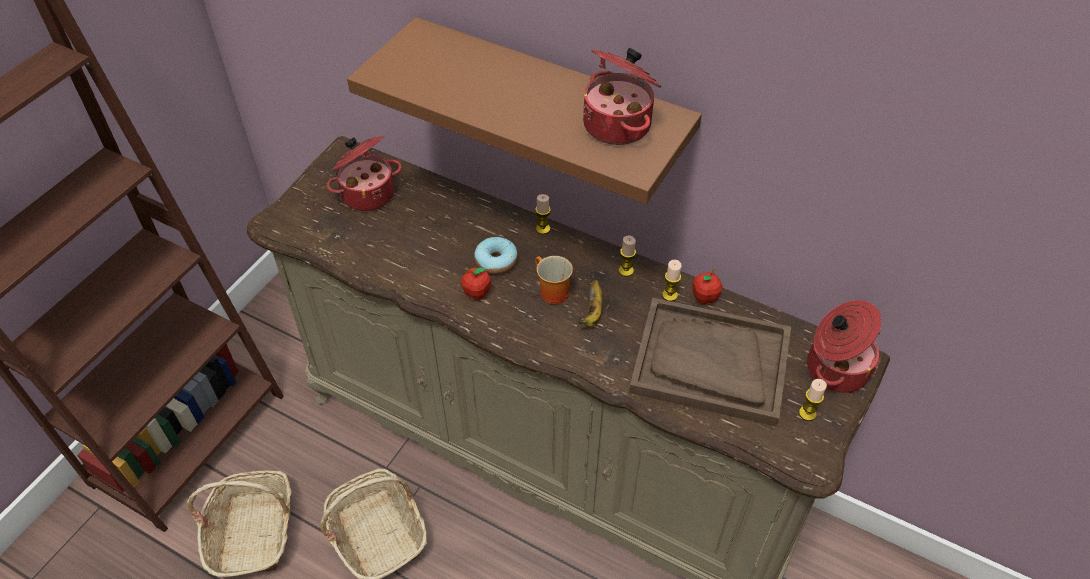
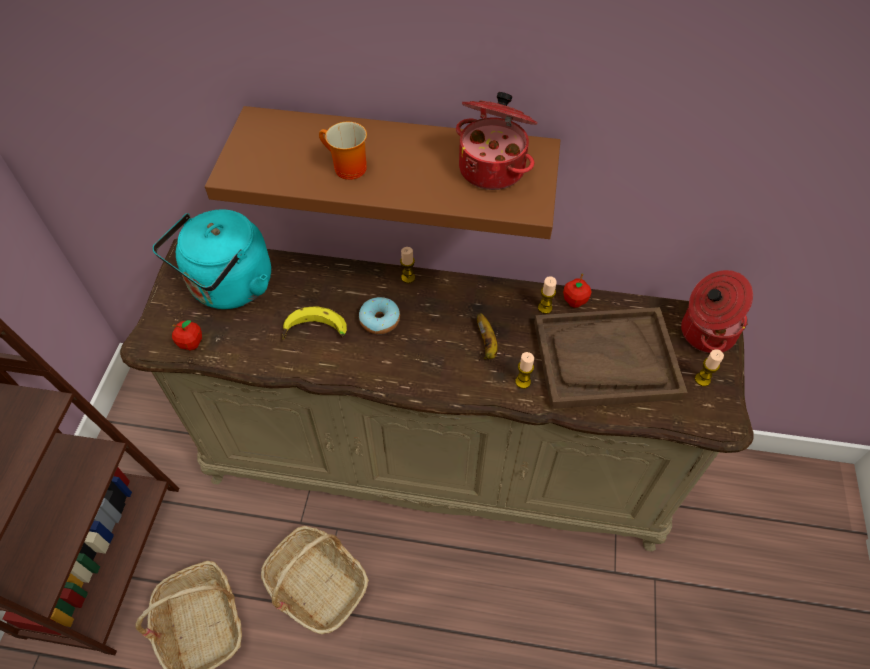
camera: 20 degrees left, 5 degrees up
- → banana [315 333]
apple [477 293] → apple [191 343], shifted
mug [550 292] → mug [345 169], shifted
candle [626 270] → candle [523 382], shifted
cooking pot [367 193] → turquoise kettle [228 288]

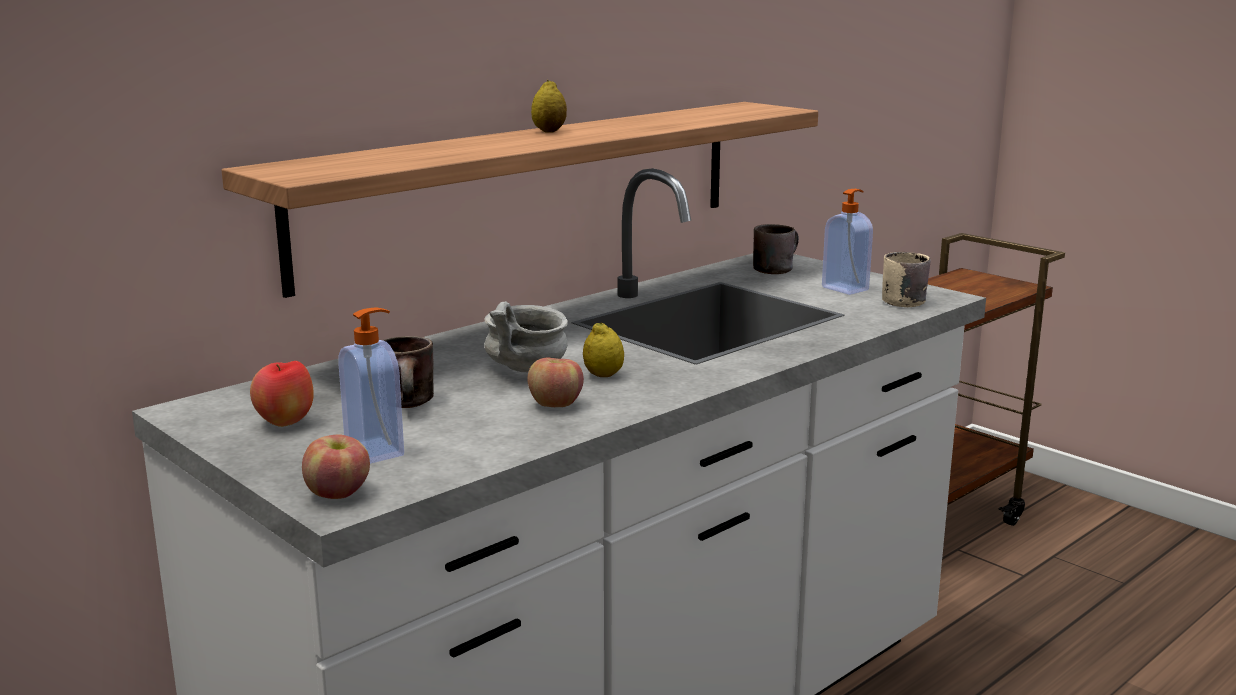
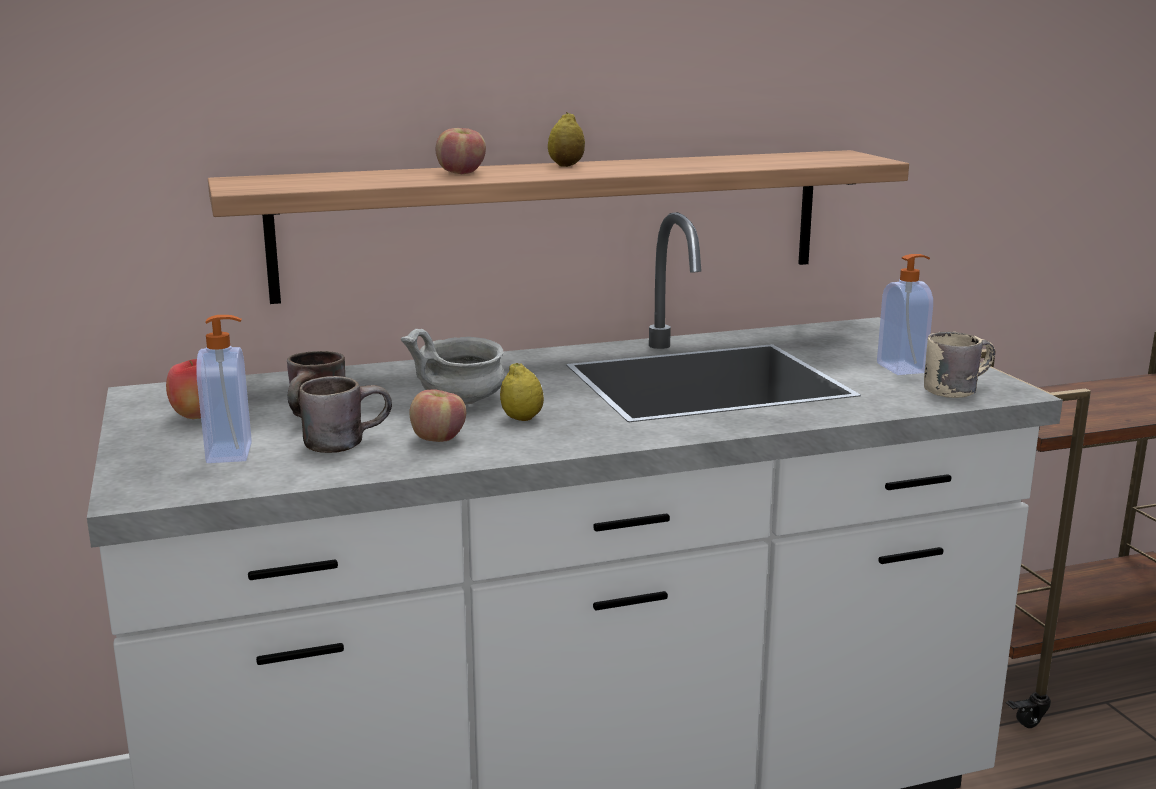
camera: 25 degrees right, 0 degrees up
apple [338 493] → apple [461 173], shifted
brown mug [774 268] → brown mug [344 440], shifted

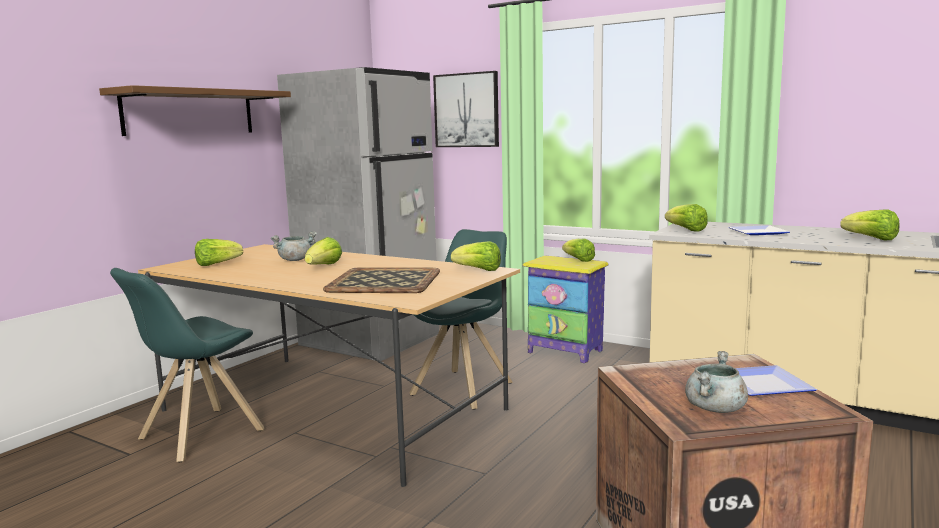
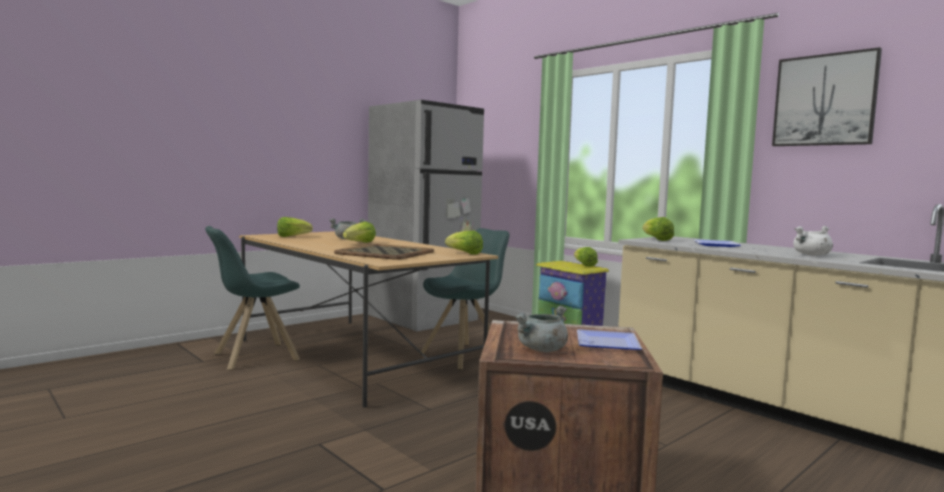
camera: 15 degrees right, 5 degrees down
brown shelf [190 112] → -
picture [467 110] → picture [824 100], shifted
lettuce [871 239] → white cooking pot [811 255]

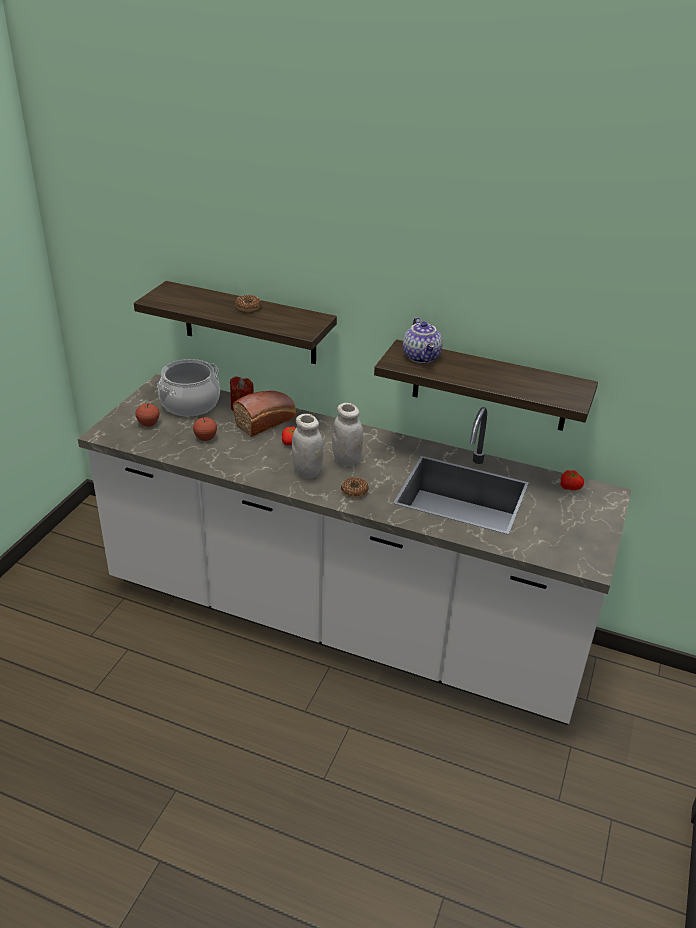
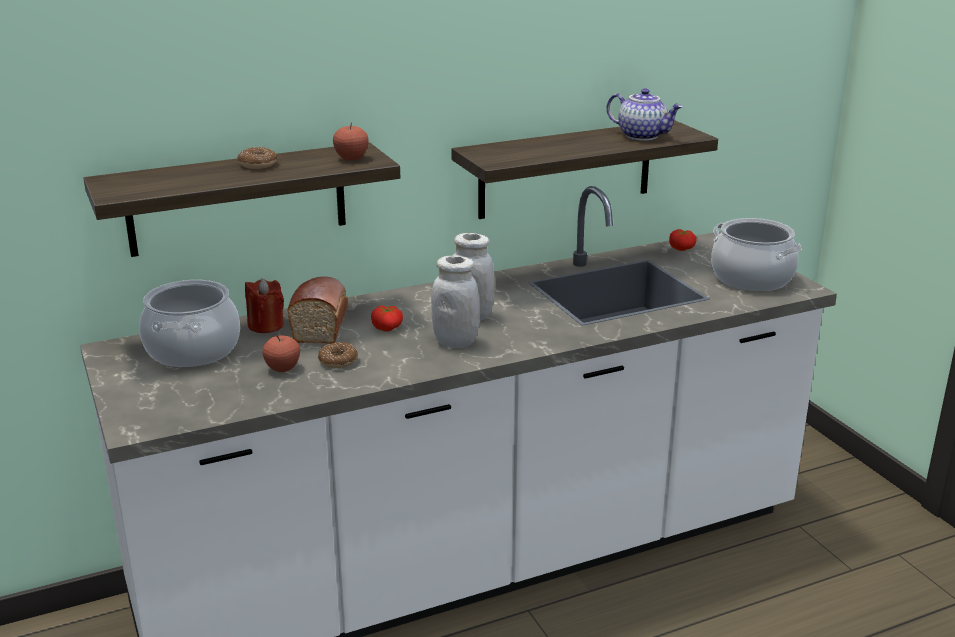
camera: 45 degrees left, 10 degrees down
- → cooking pot [752 278]
apple [148 424] → apple [351 158], shifted
donut [354 491] → donut [338 361], shifted
teapot [422 357] → teapot [643 136], shifted

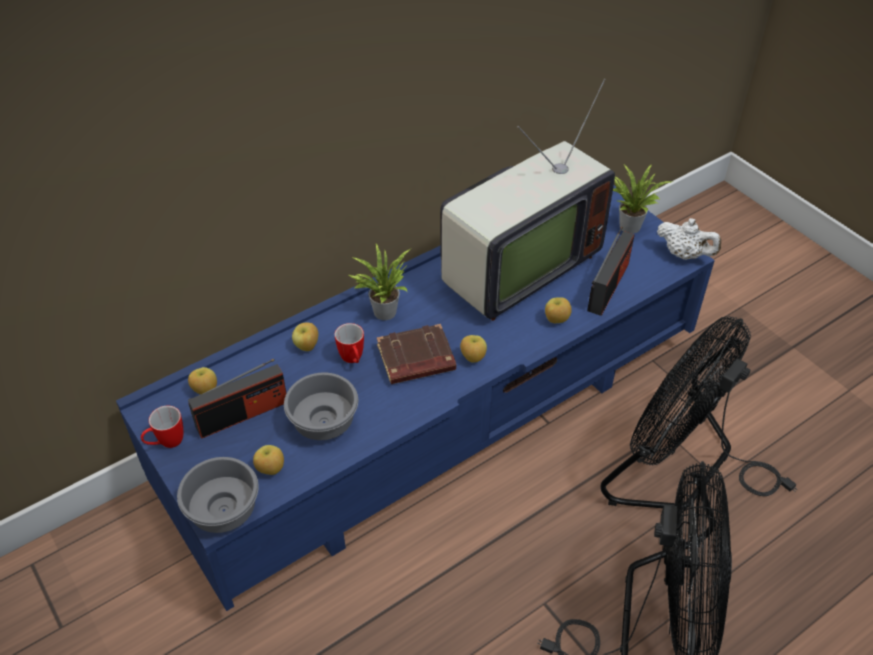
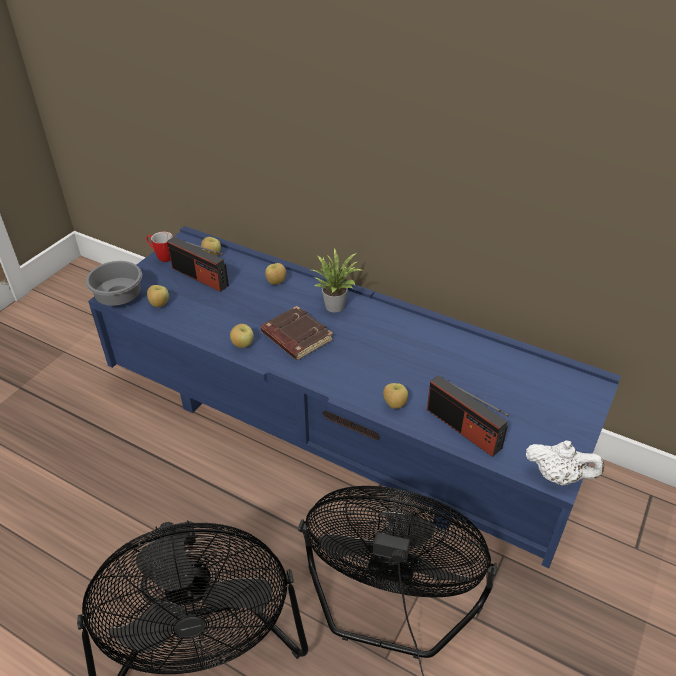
camera: 65 degrees right, 5 degrees down
grey bowl [325 420] → -
mug [353 360] → -
television [515 269] → -
potted plant [629 225] → -
apple [472 358] → apple [243 344], shifted
radio [608 287] → radio [463 428], 45 degrees clockwise
white teapot [684 255] → white teapot [558 476], 75 degrees counterclockwise

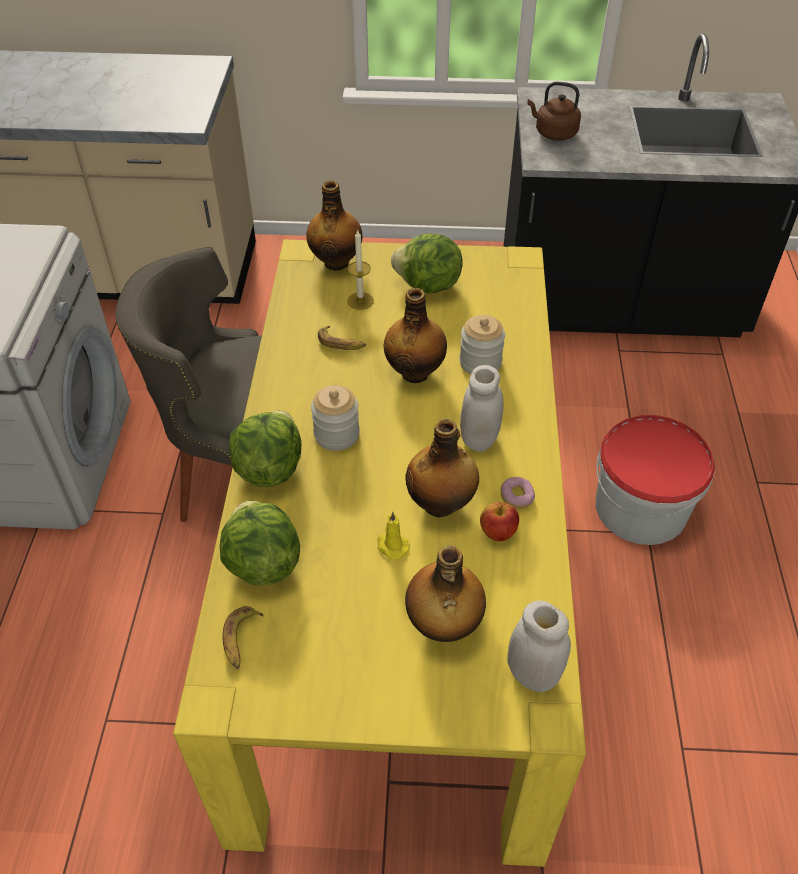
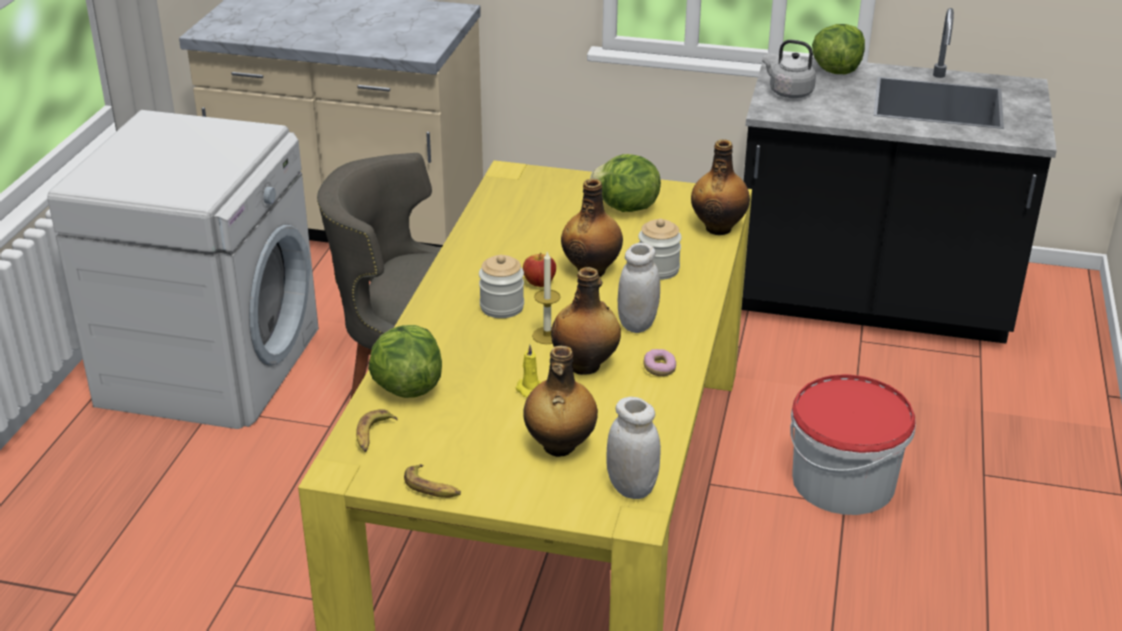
camera: 10 degrees right, 15 degrees down
lettuce [269 468] → lettuce [836 70], shifted
bottle [336 261] → bottle [718 227], shifted
banana [341 343] → banana [432 487], shifted
candle [360 301] → candle [547 335], shifted
apple [498 532] → apple [539 283], shifted
brown kettle [553 133] → grey kettle [788 92]

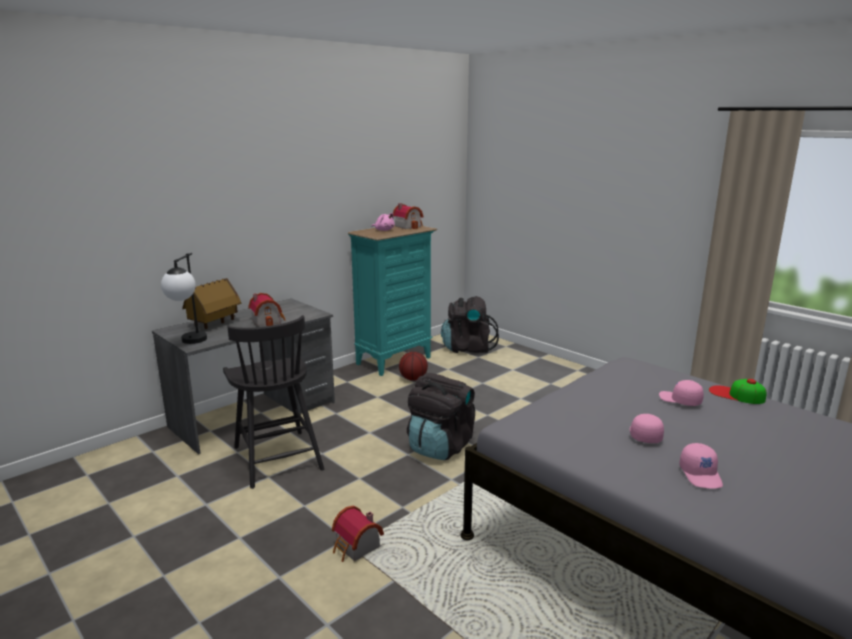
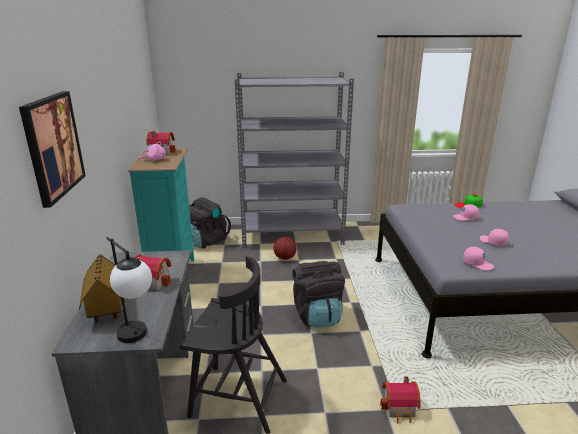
camera: 50 degrees left, 5 degrees up
- → picture [53 146]
- → grey bookcase [292 235]
basketball [413 379] → basketball [285 258], shifted
pink cap [701 475] → pink cap [478 263], shifted

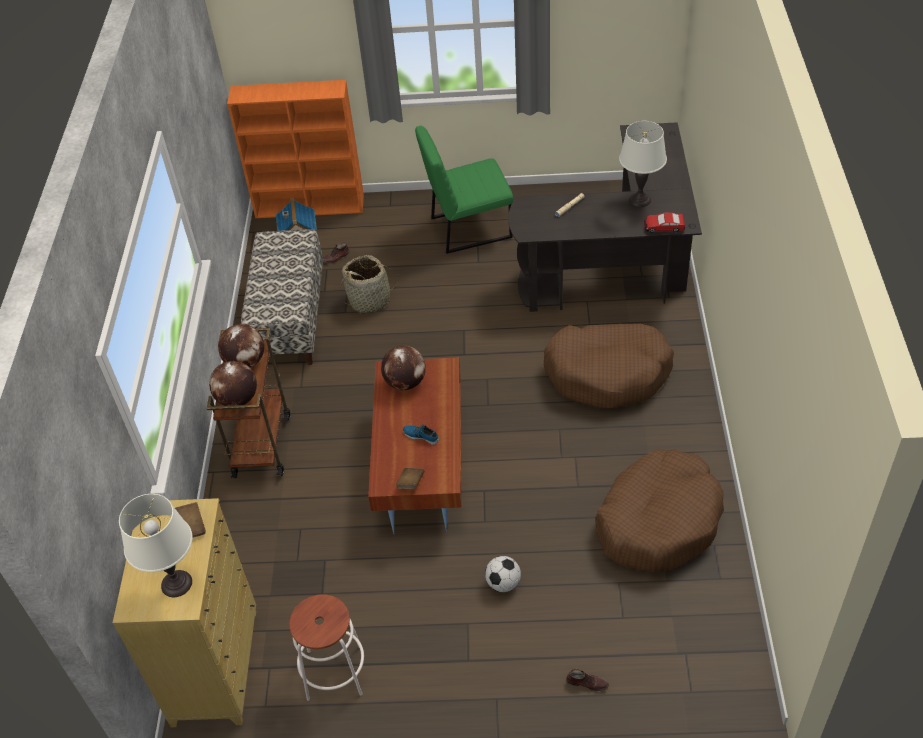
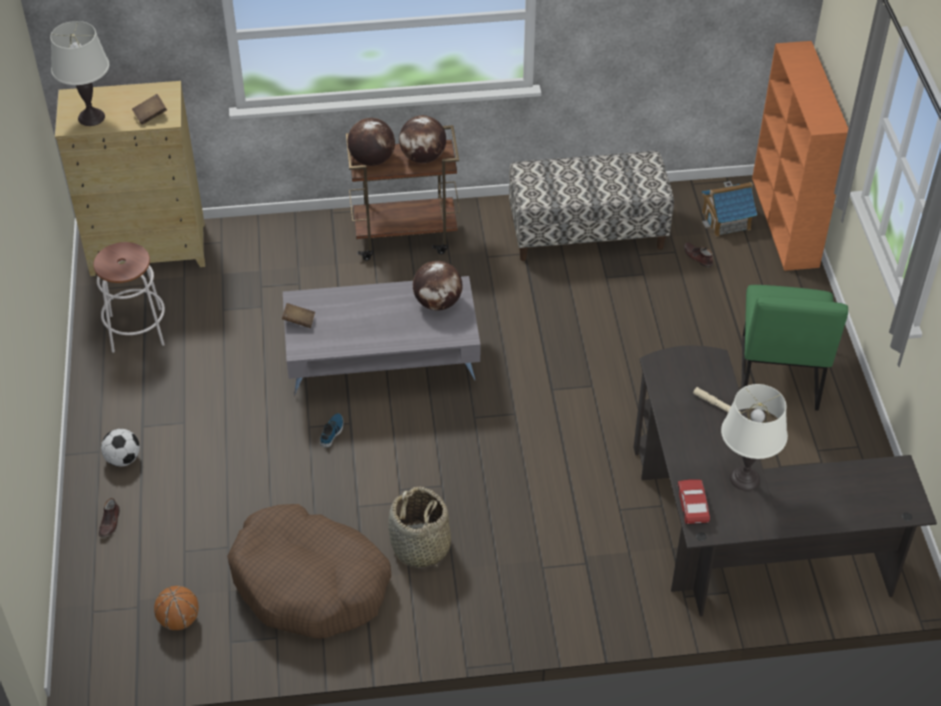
camera: 80 degrees right, 0 degrees up
brown dog bed [608 373] → -
- → basketball [179 620]
basket [370 300] → basket [421 547], shifted
shoe [421 435] → shoe [332 432], shifted
football [503 583] → football [123 459], shifted
brown coffee table [422 465] → grey coffee table [382 368]
green chair [468 228] → green chair [778 375], 150 degrees counterclockwise

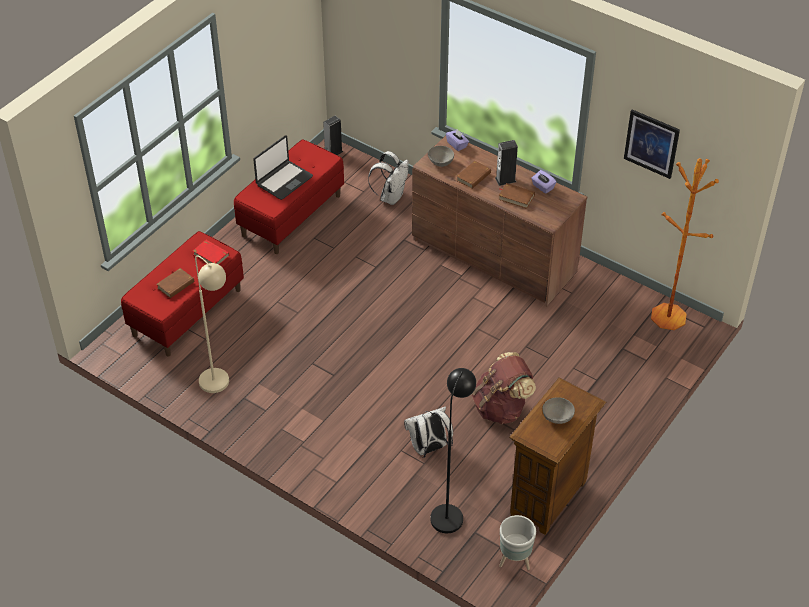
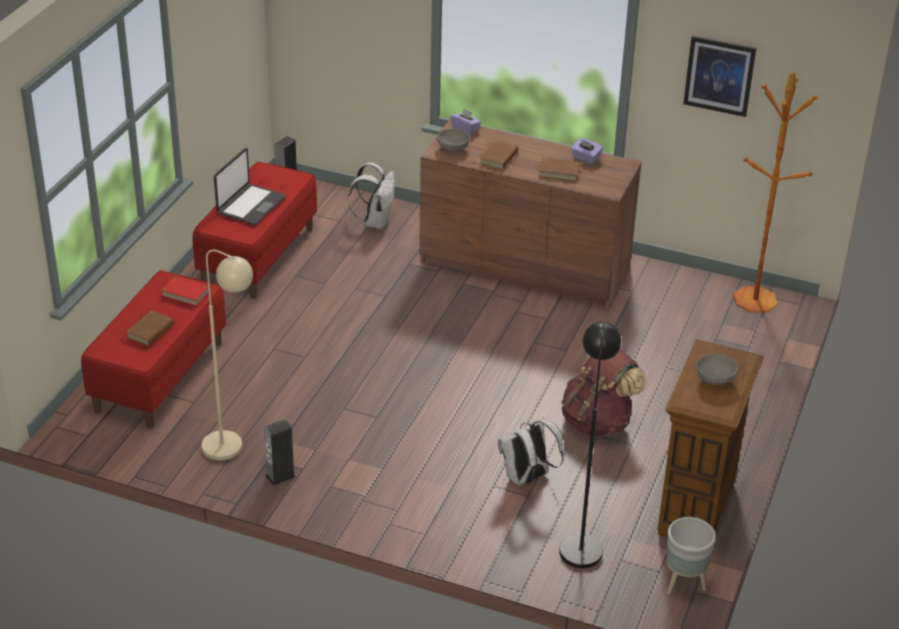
camera: 15 degrees left, 10 degrees down
speaker [505 180] → speaker [280 476], shifted

